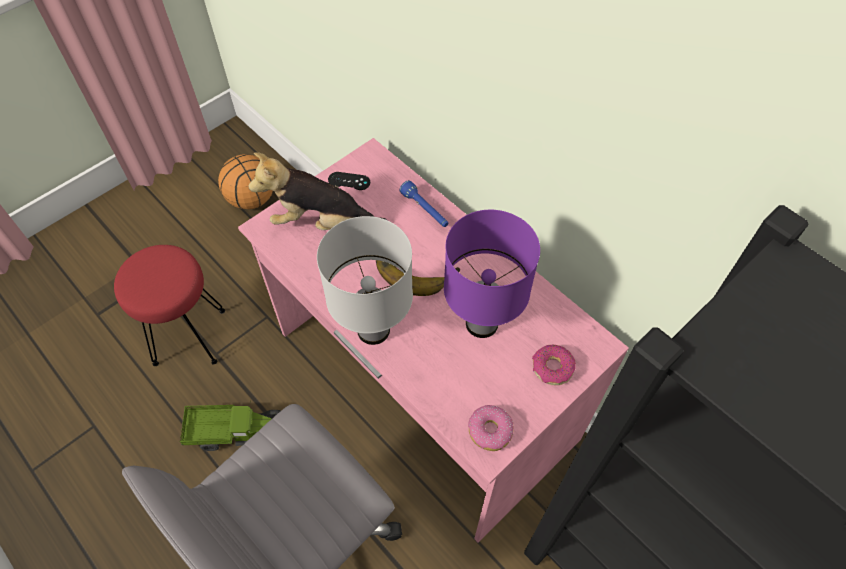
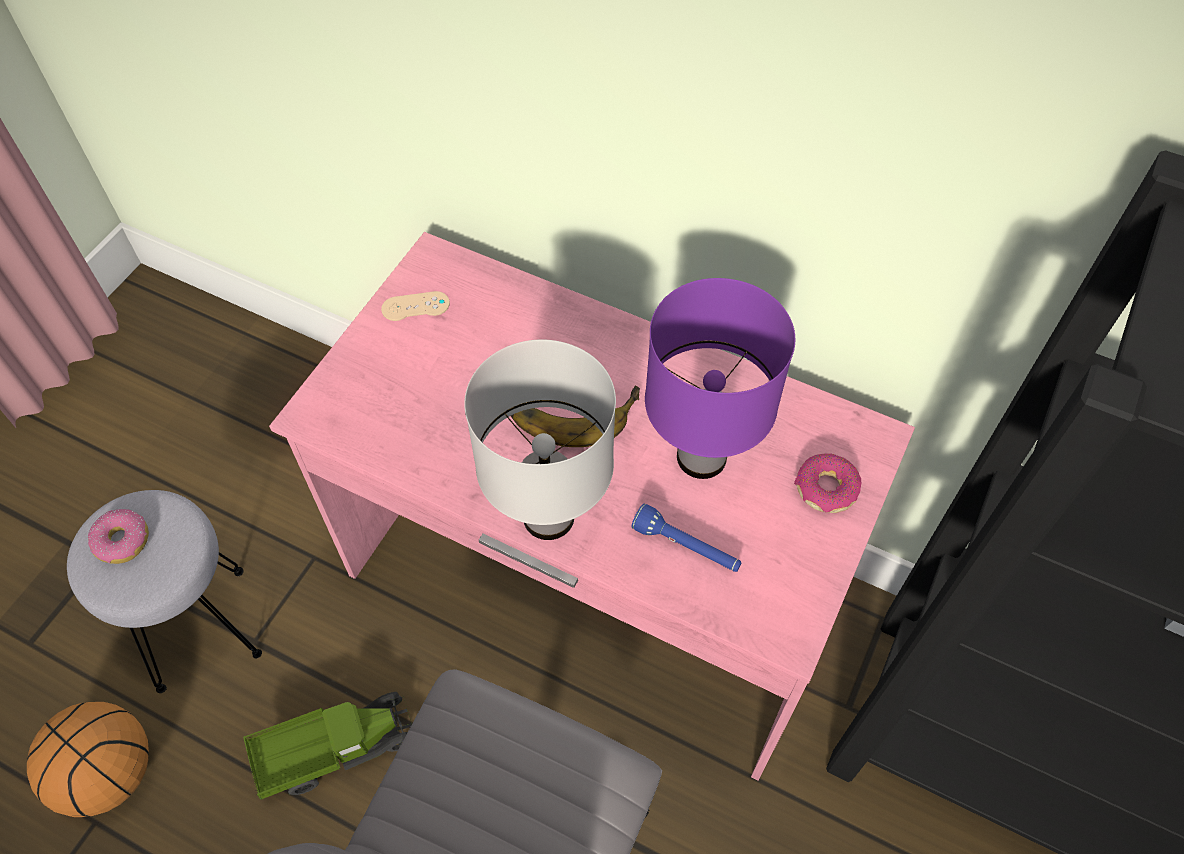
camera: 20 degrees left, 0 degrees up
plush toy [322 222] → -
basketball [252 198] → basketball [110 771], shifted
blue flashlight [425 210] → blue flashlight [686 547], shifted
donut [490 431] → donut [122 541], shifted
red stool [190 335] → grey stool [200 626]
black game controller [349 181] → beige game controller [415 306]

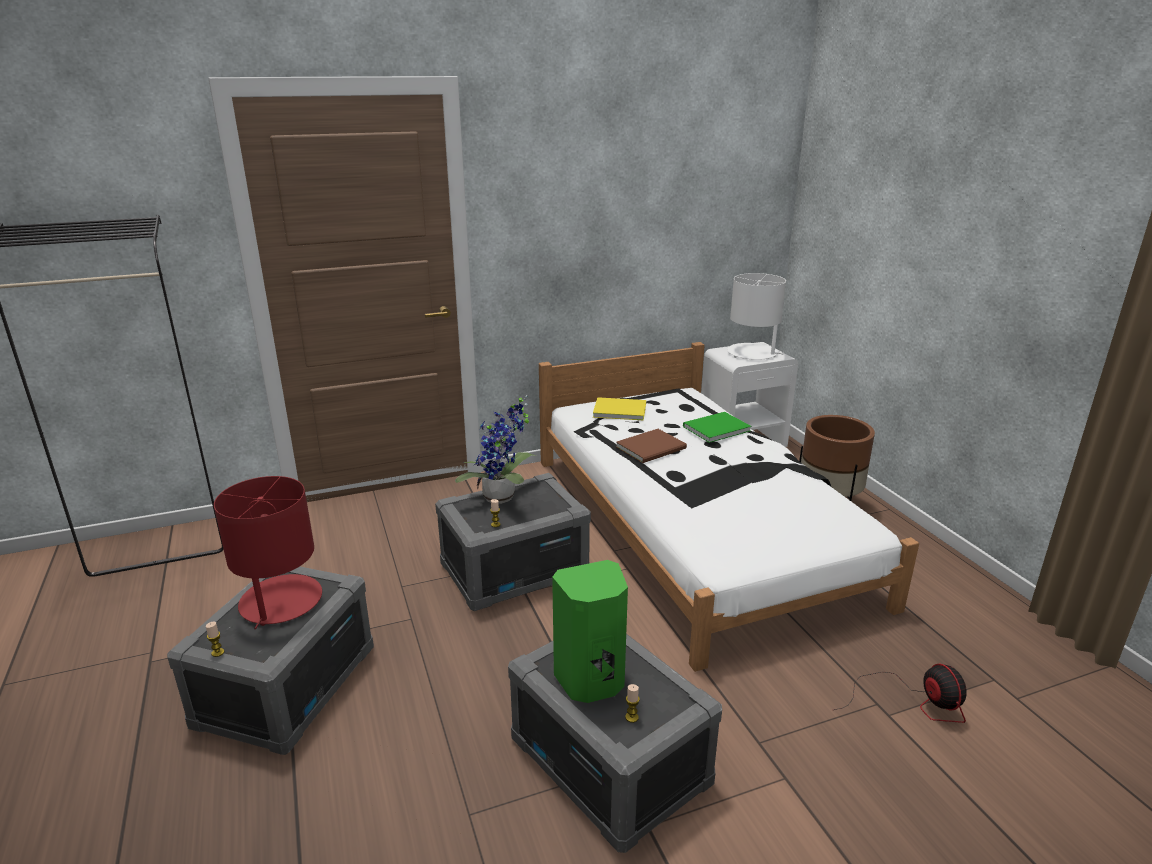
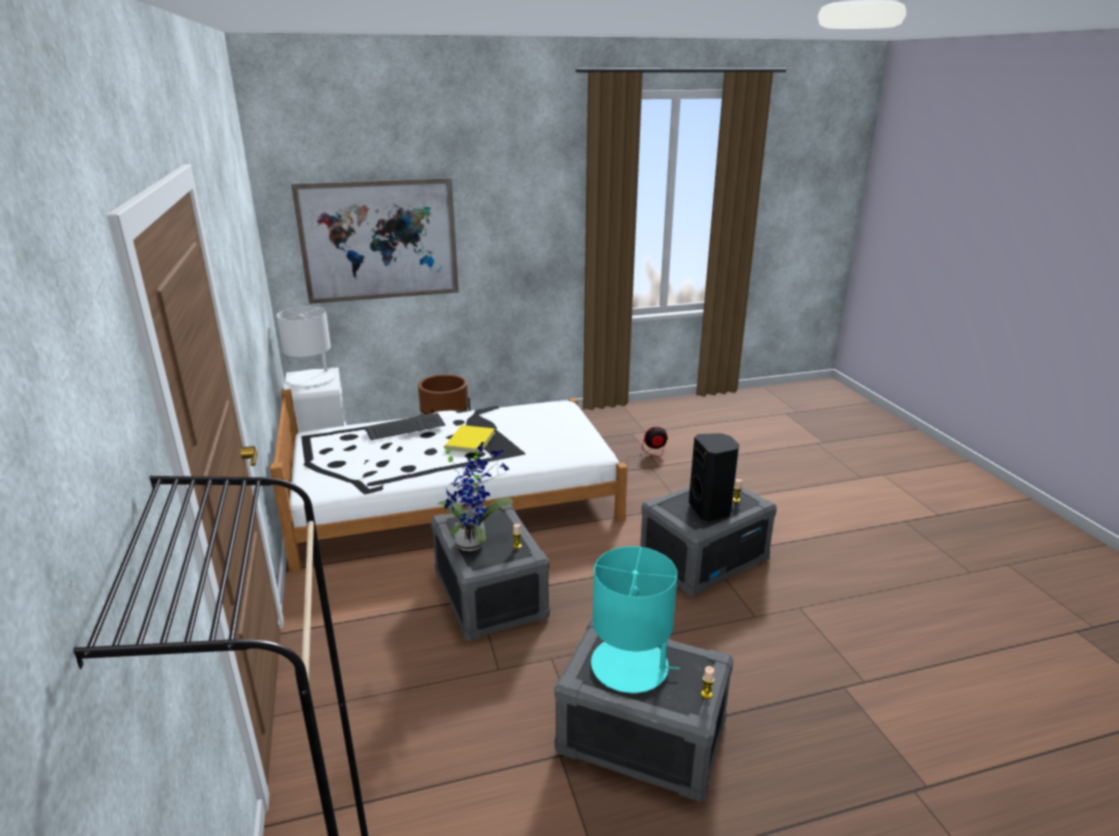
camera: 85 degrees left, 0 degrees up
brown book [653 448] → -
- → picture [379 241]
yellow book [618 410] → yellow book [468 441], shifted
green book [714 428] → keyboard [404 429]
red table lamp [280 601] → turquoise table lamp [630 666]
green speaker [591 682] → black speaker [711 510]

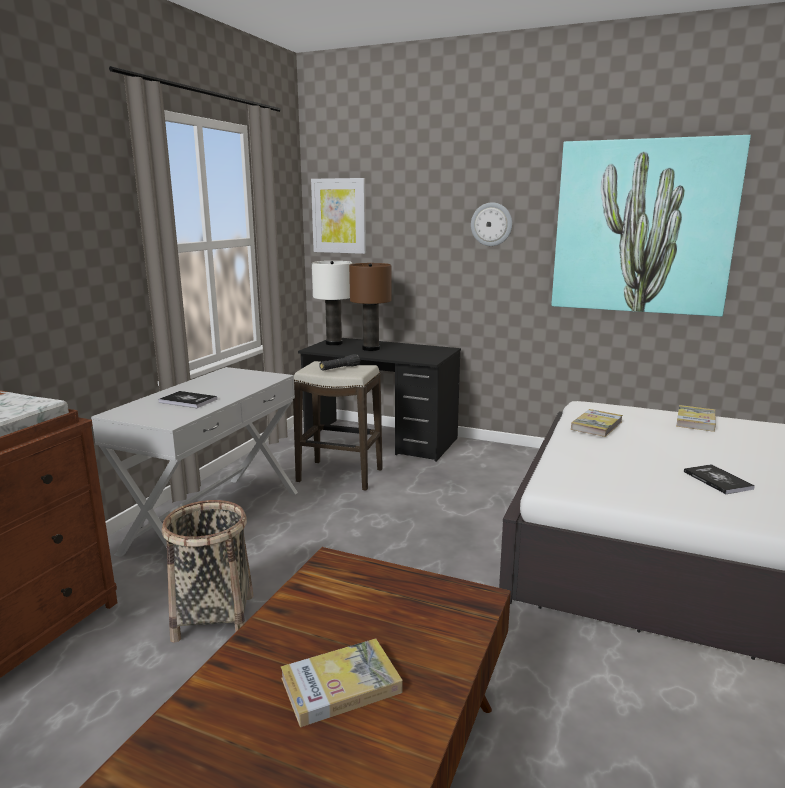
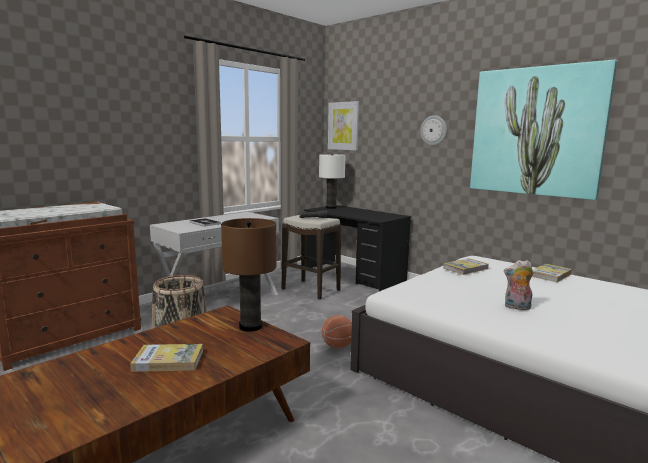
camera: 20 degrees right, 5 degrees down
- → basketball [337 346]
brown table lamp [371 349] → brown table lamp [250 326], shifted
book [717 480] → plush toy [517 307]

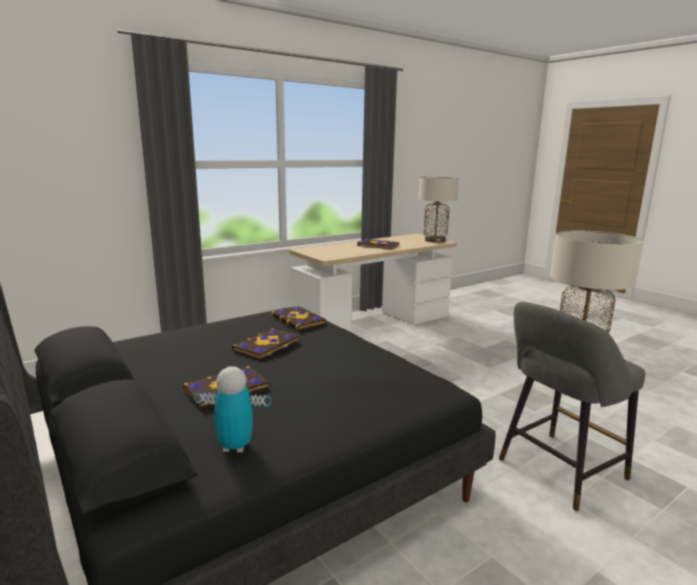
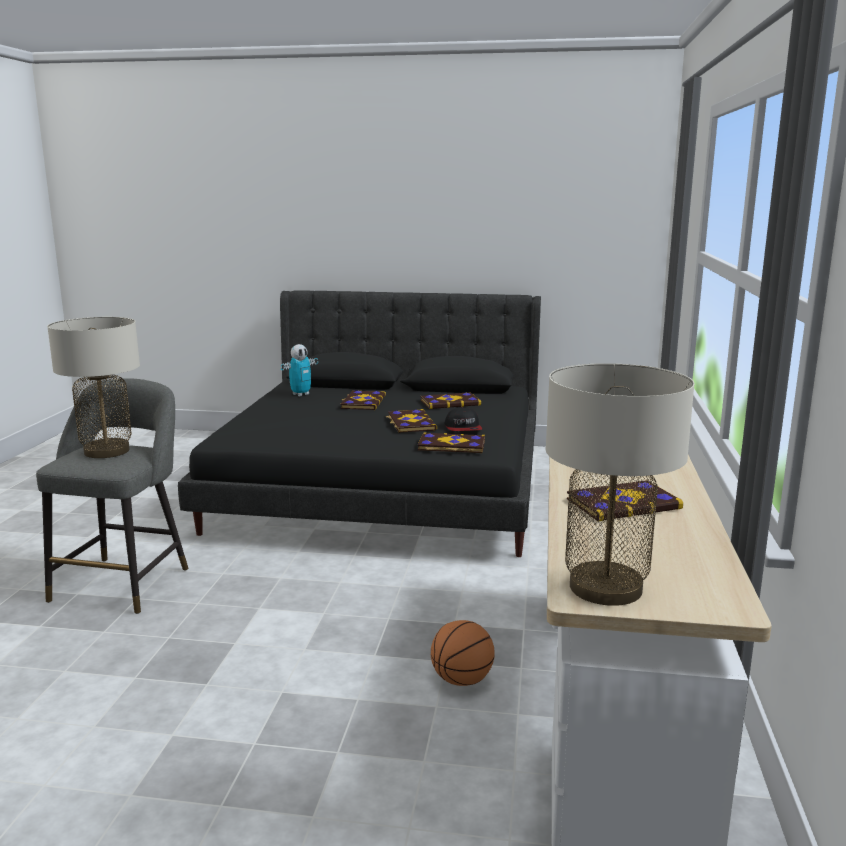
camera: 135 degrees right, 0 degrees up
- → book [450 402]
- → basketball [462 680]
- → cap [463 428]

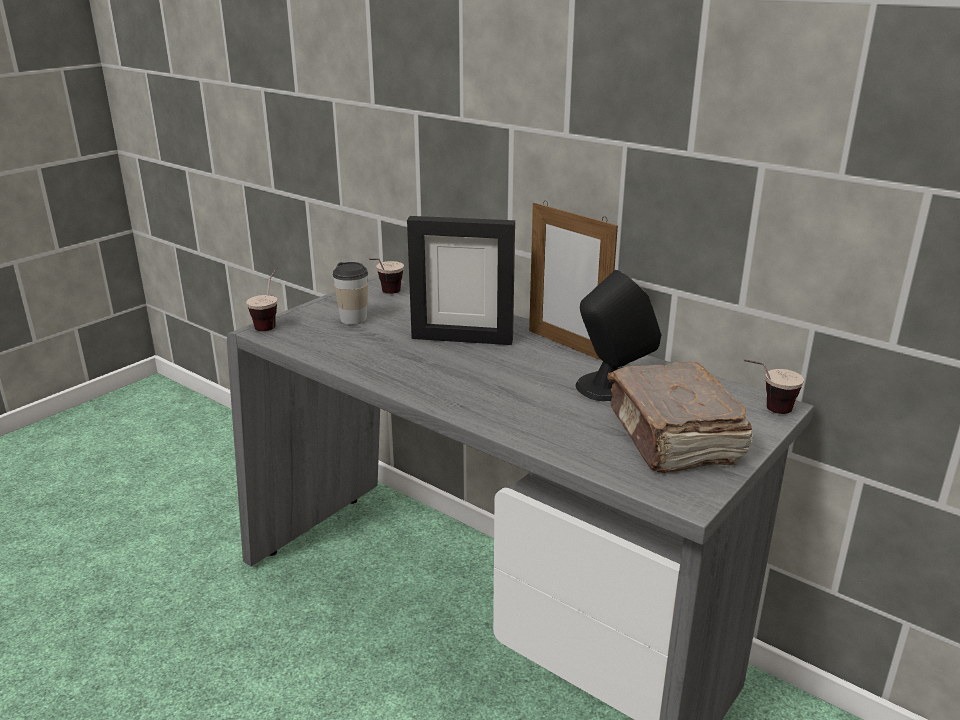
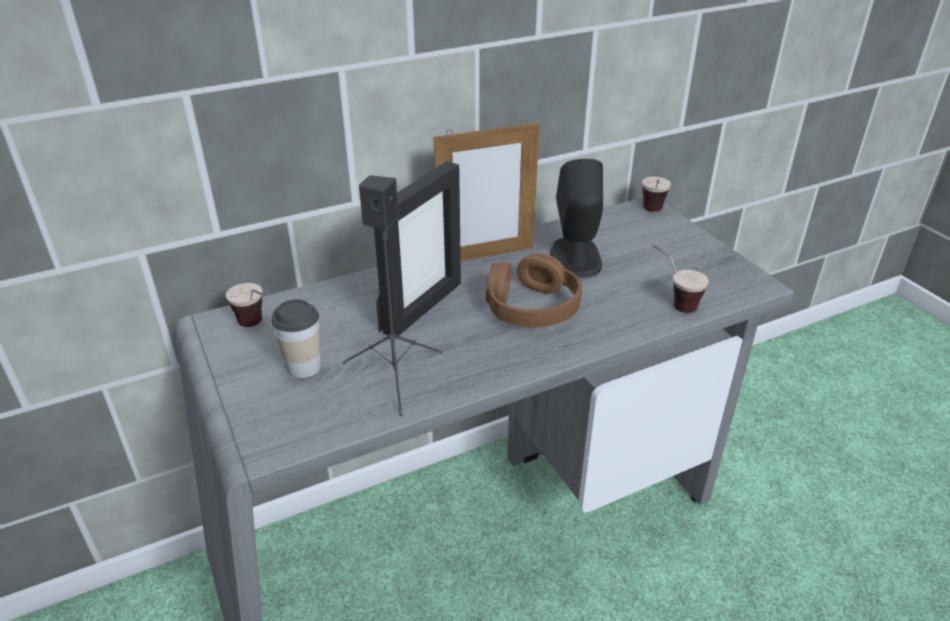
camera: 65 degrees left, 10 degrees up
brown book [673 438] → -
- → black speaker [396 374]
- → brown headphones [531 306]
cup [270 323] → cup [672 302], shifted

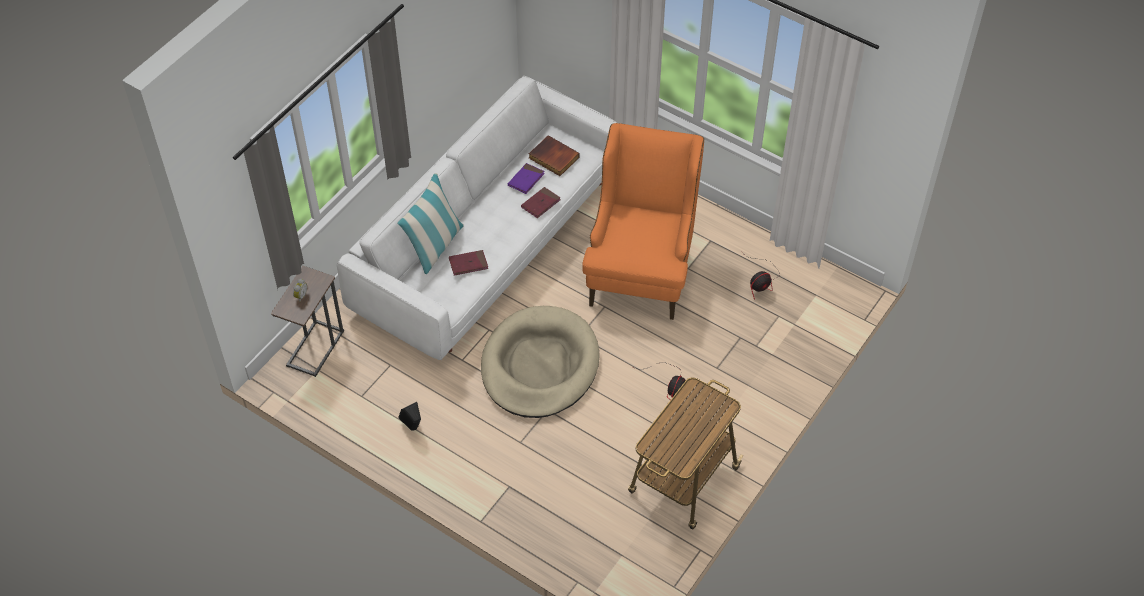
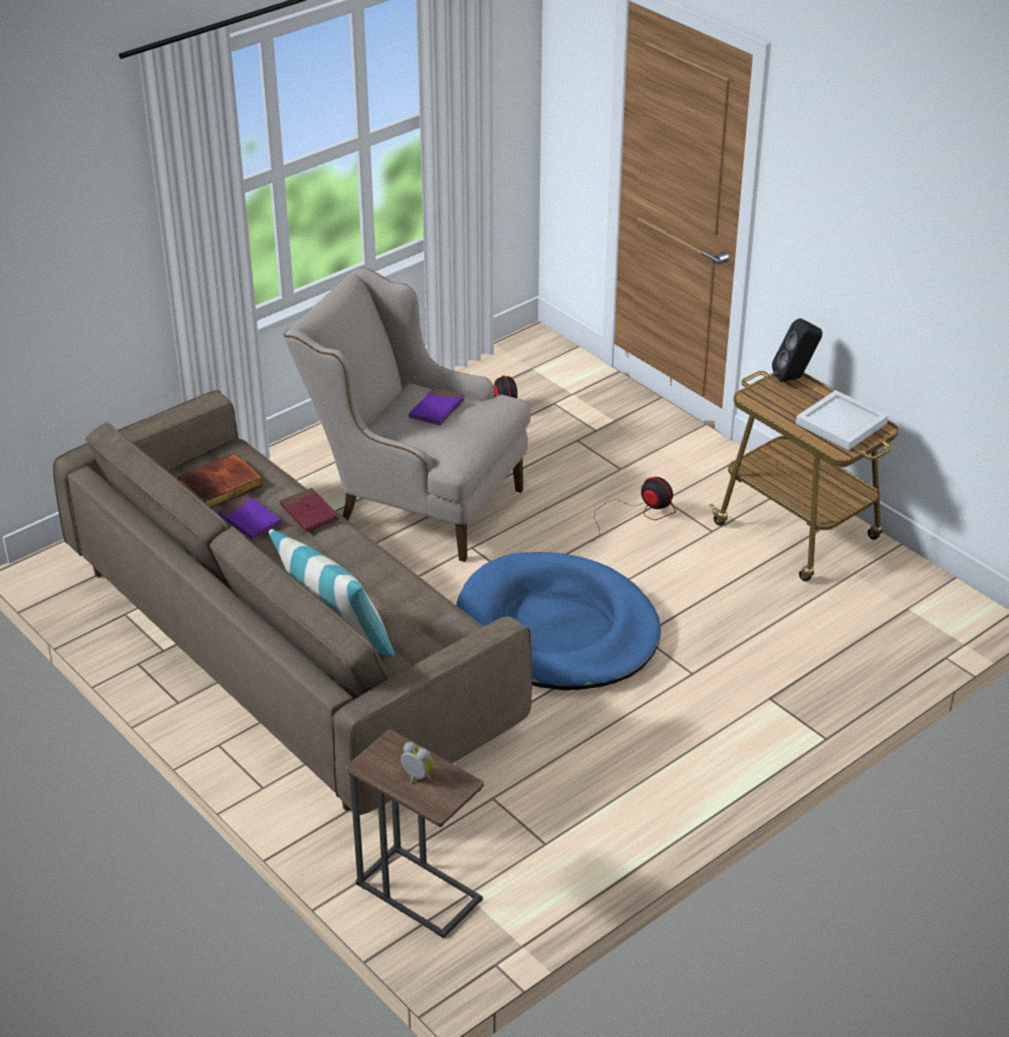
camera: 75 degrees left, 15 degrees down
red book [468 264] → -
- → purple book [436 409]
- → white tray [841 424]
black speaker [413 428] → black speaker [795 378], shifted
white sofa [487 243] → brown sofa [288 646]
beige dog bed [539 366] → blue dog bed [557 630]
orange armchair [641 266] → beige armchair [414 500]

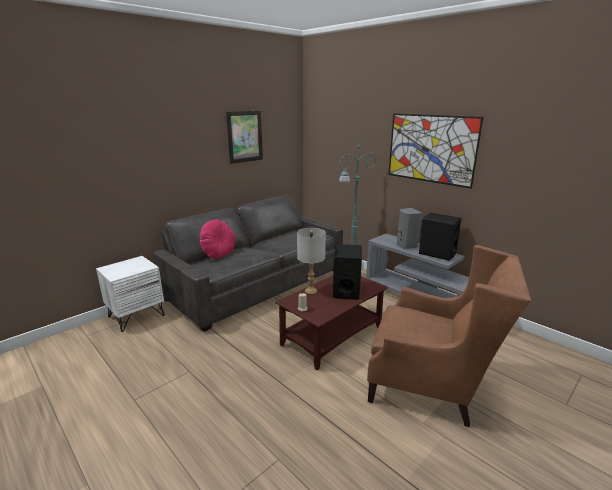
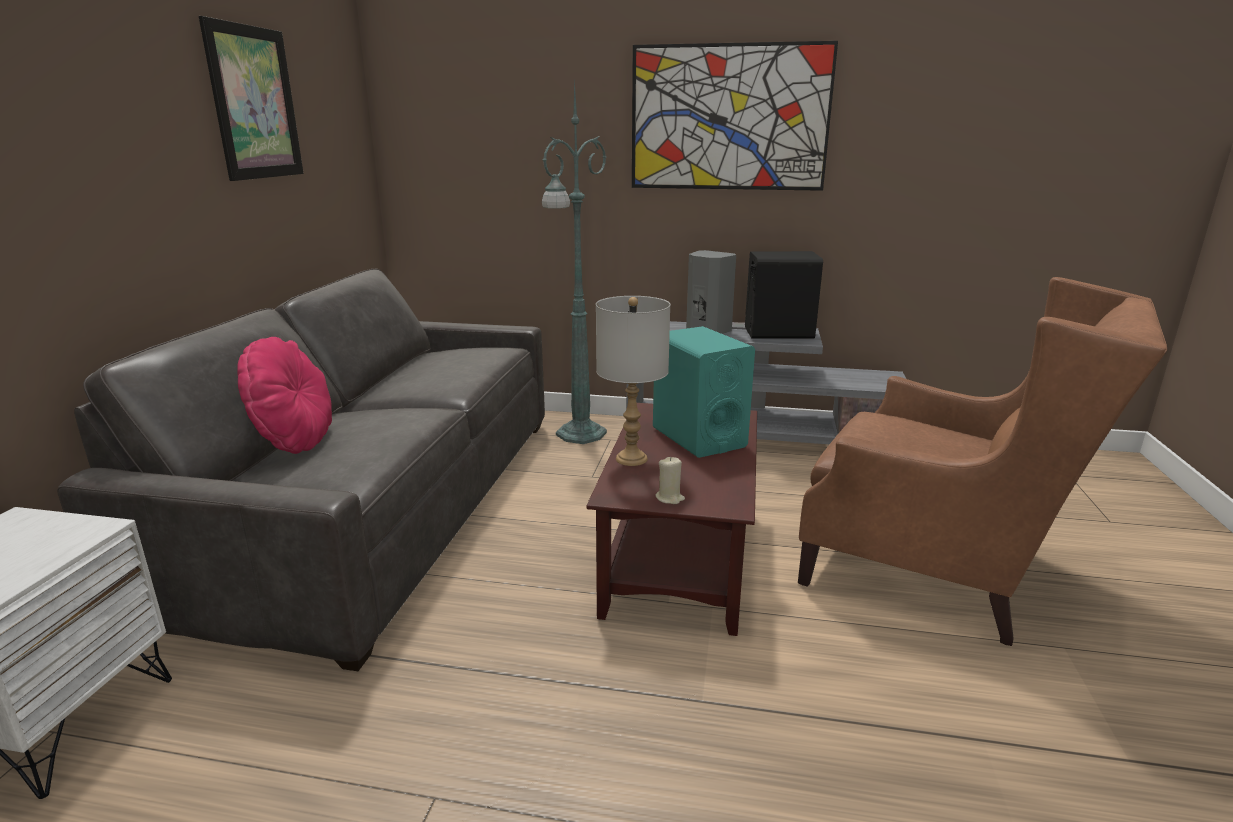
camera: 35 degrees left, 0 degrees up
black speaker [346 290] → turquoise speaker [698 437]
brown armchair [431 384] → brown armchair [938 569], 45 degrees clockwise

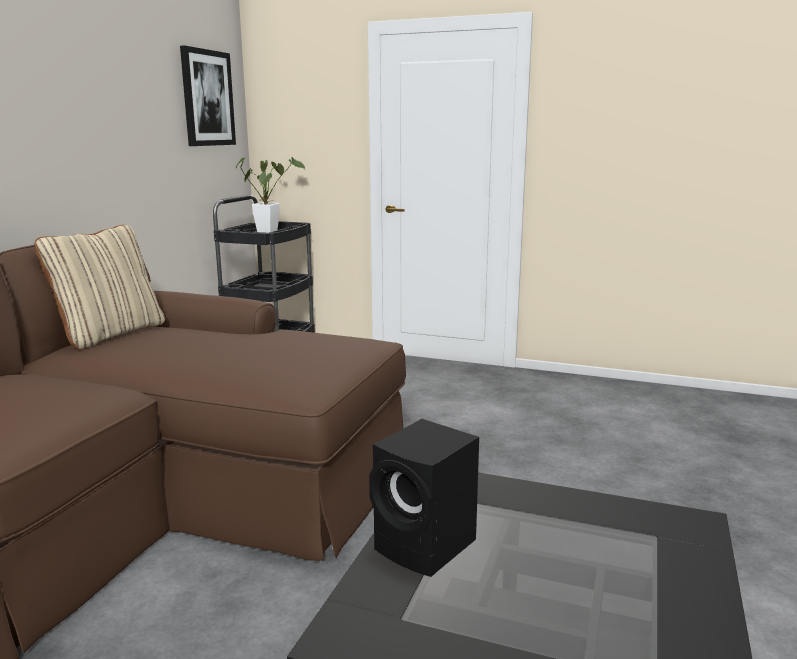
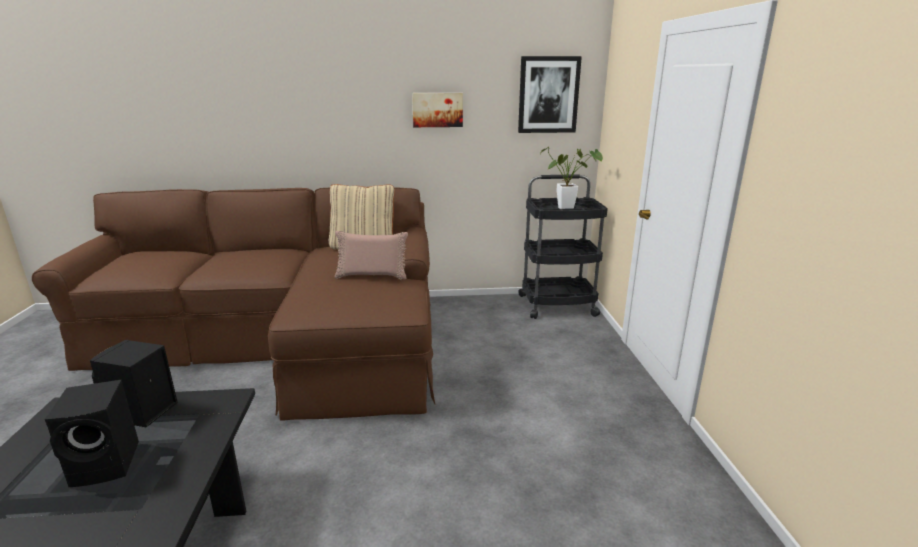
camera: 65 degrees right, 5 degrees up
- → black speaker [108 464]
- → beige pillow [372 276]
- → picture [437 109]

